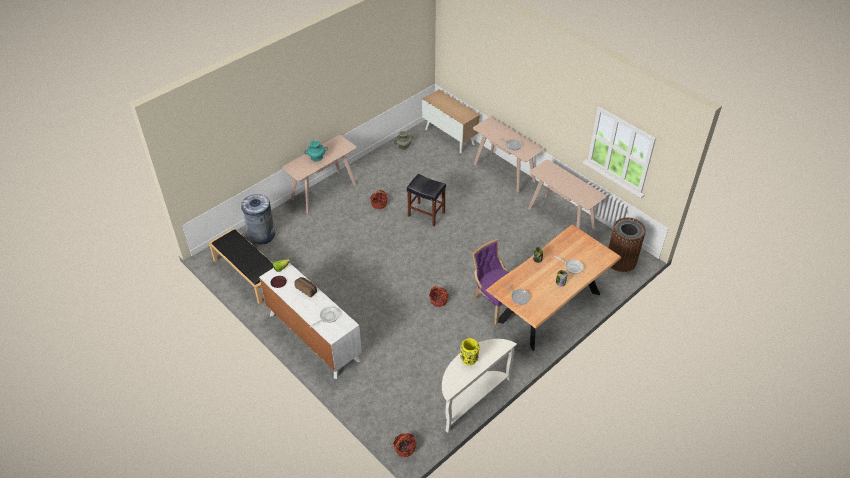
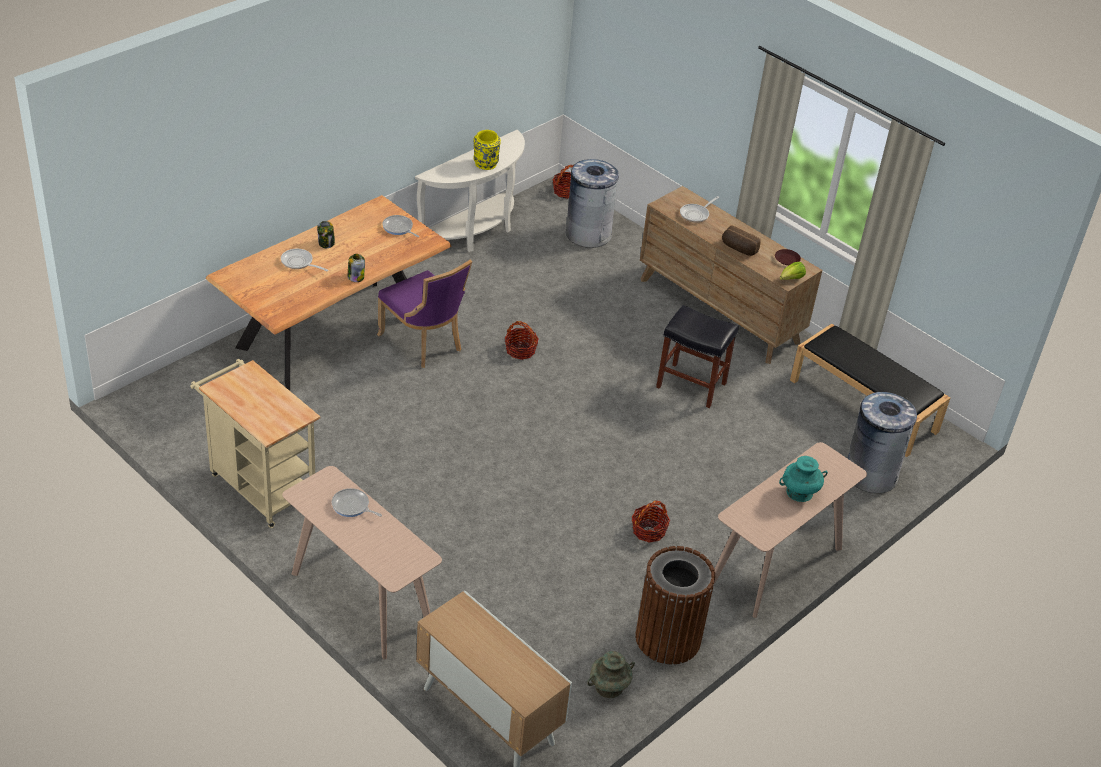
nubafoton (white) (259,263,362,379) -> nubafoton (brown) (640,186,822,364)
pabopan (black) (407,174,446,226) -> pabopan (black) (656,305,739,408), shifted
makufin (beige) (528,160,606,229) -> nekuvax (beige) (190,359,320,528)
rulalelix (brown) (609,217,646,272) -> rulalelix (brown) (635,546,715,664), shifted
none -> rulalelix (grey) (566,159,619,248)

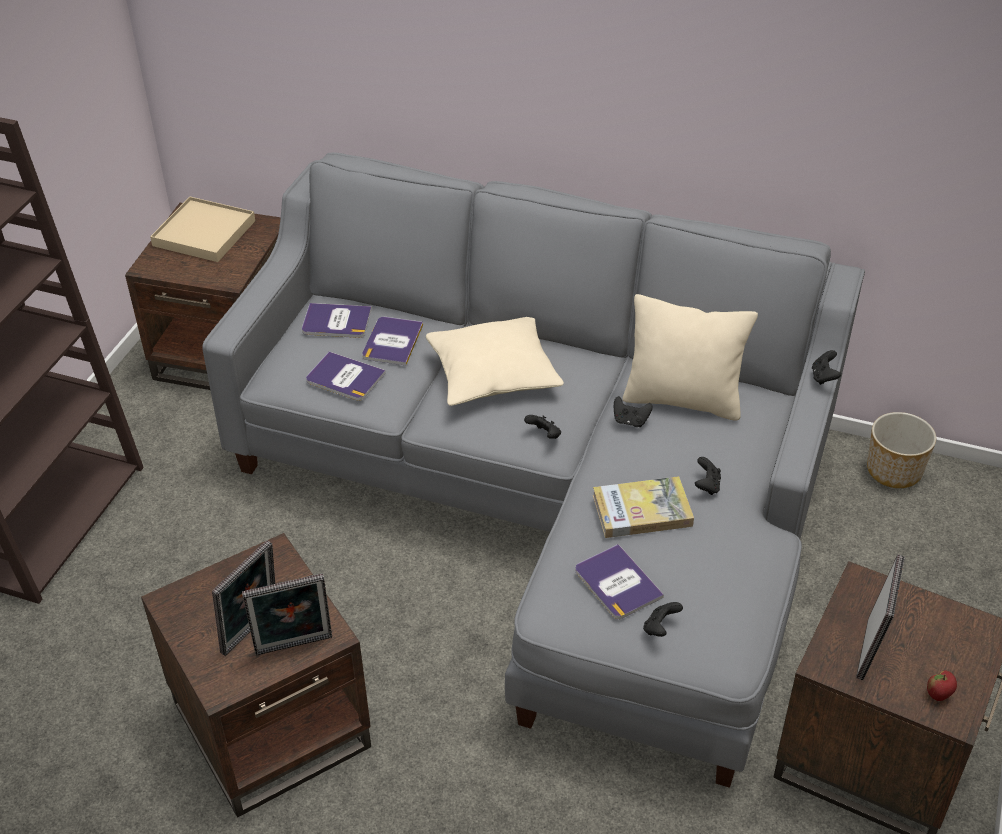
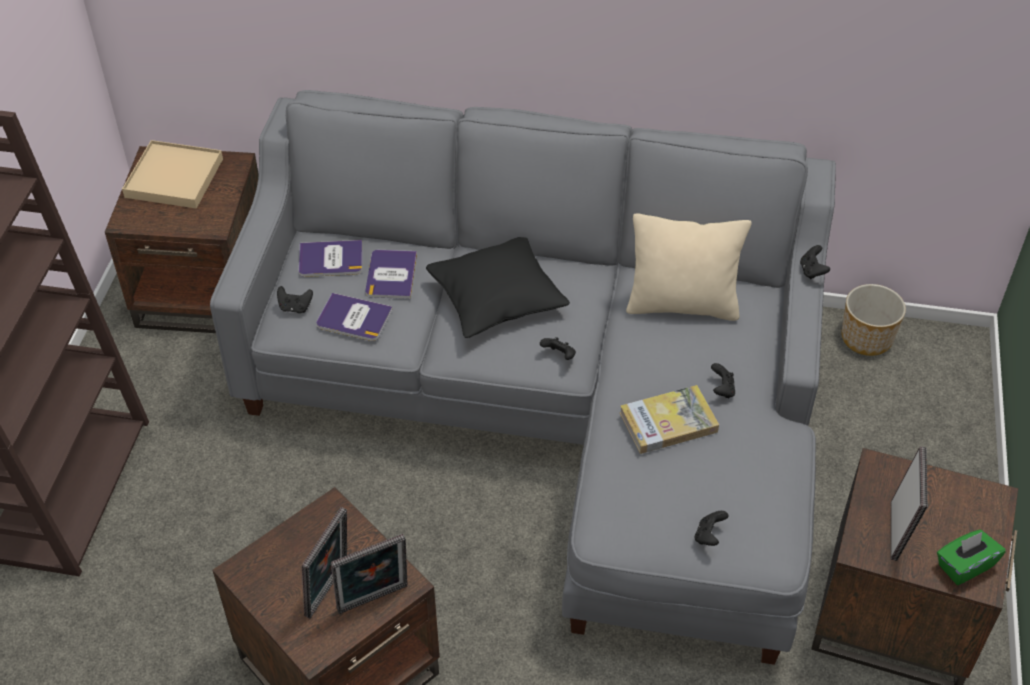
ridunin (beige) (426,317,564,406) -> ridunin (black) (426,237,570,338)
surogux (575,544,664,619) -> none
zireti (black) (614,396,653,427) -> zireti (black) (277,286,313,313), shifted
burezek (927,670,957,701) -> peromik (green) (937,530,1006,585)

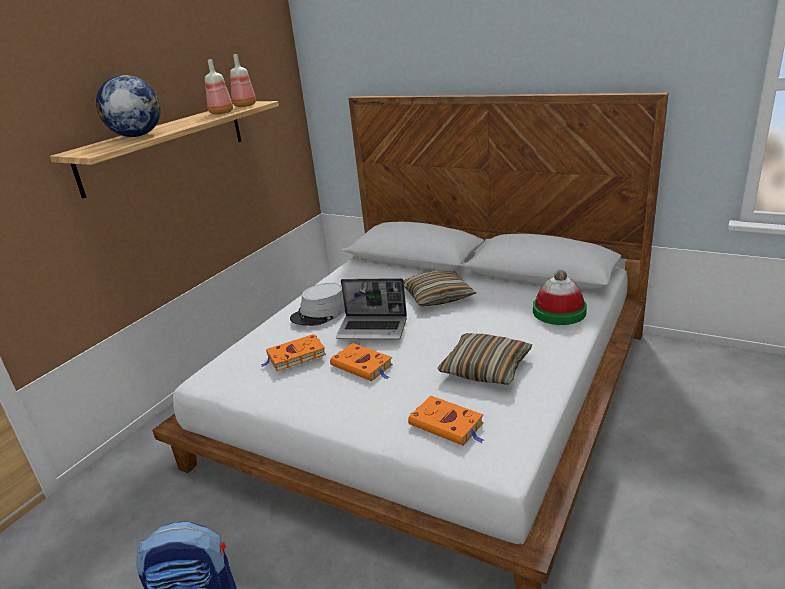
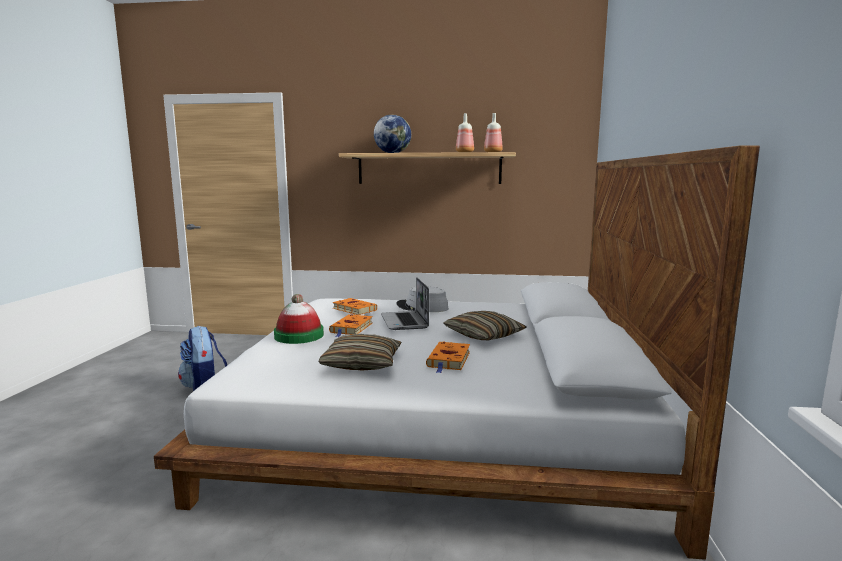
surogux (orange) (408,396,484,446) -> surogux (orange) (426,342,470,373), shifted
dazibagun (533,270,587,325) -> dazibagun (274,294,324,344), shifted

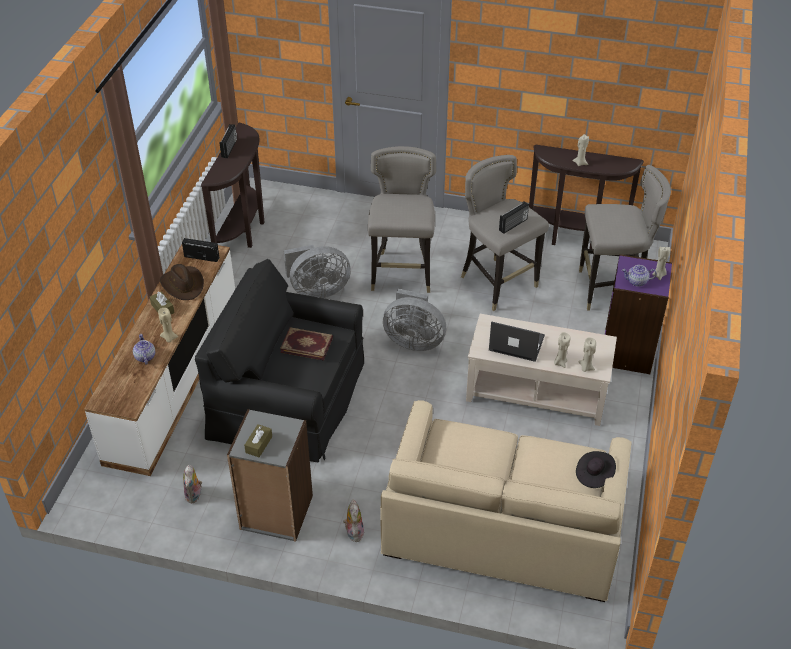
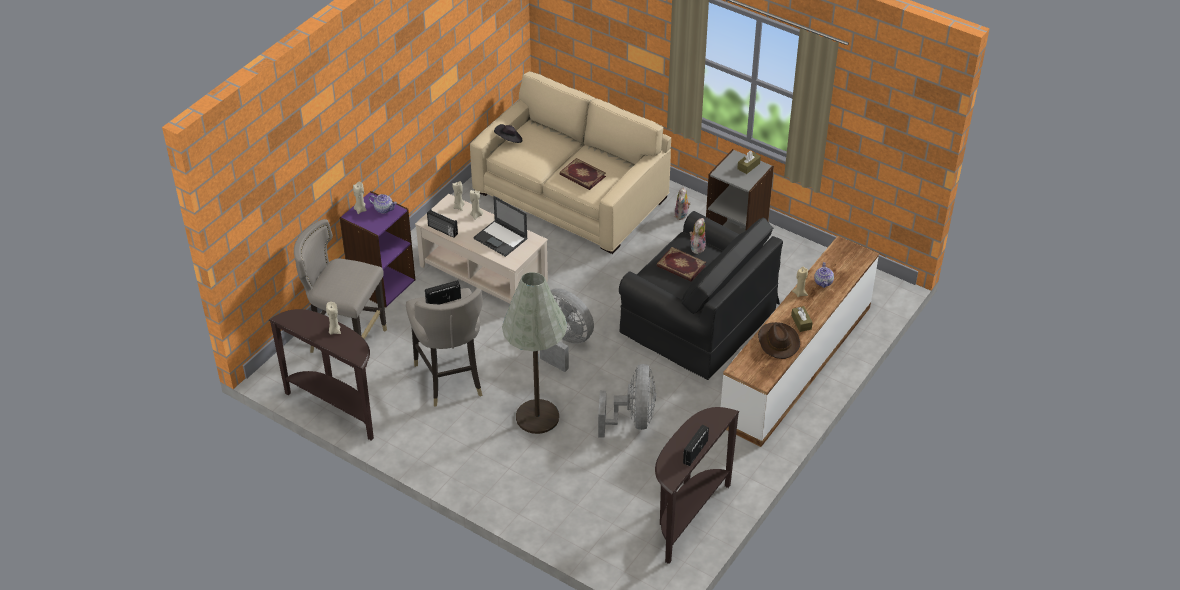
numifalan (182,238,220,262) -> numifalan (427,209,458,238), shifted
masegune (183,465,202,503) -> masegune (690,218,706,254), shifted
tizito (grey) (284,245,351,298) -> tizito (grey) (598,364,656,438), 90 degrees clockwise
pabopan (grey) (368,146,436,293) -> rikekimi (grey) (502,272,567,434)
none -> surogux (560,158,606,190)

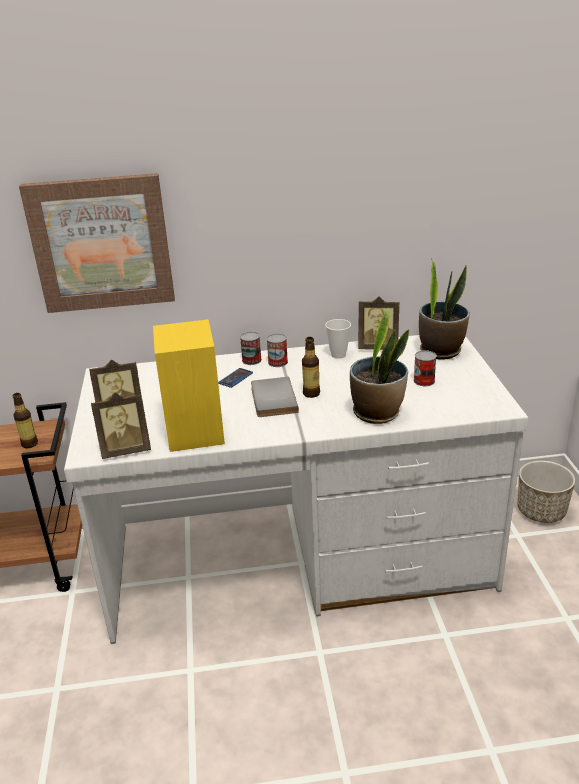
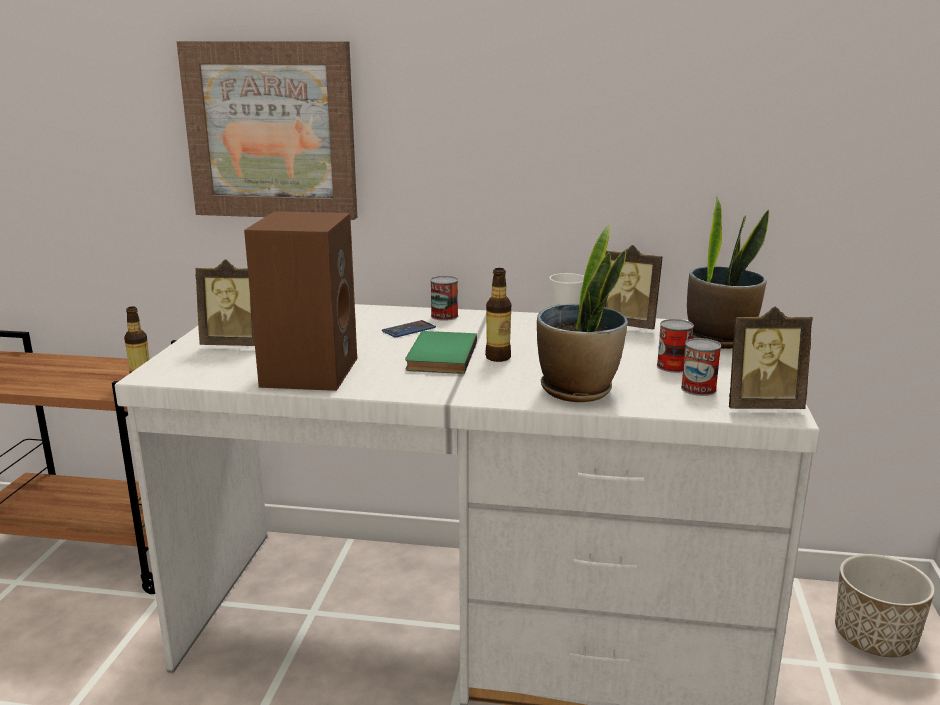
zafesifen (91,393,151,459) -> zafesifen (729,306,813,409), shifted
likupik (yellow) (153,319,225,452) -> likupik (brown) (244,211,357,391)
surogux (grey) (251,377,299,417) -> surogux (green) (405,331,477,374)
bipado (267,334,288,367) -> bipado (681,338,721,396), shifted

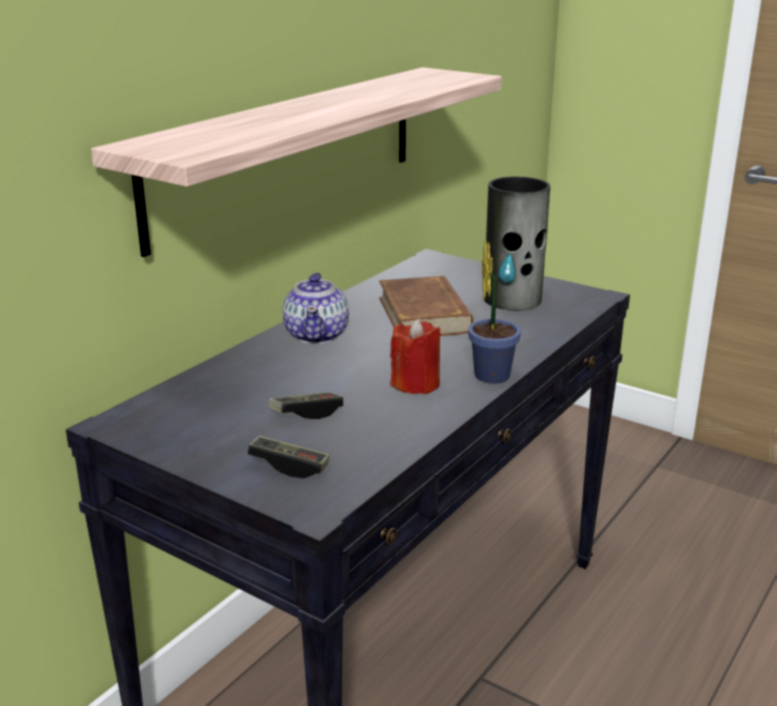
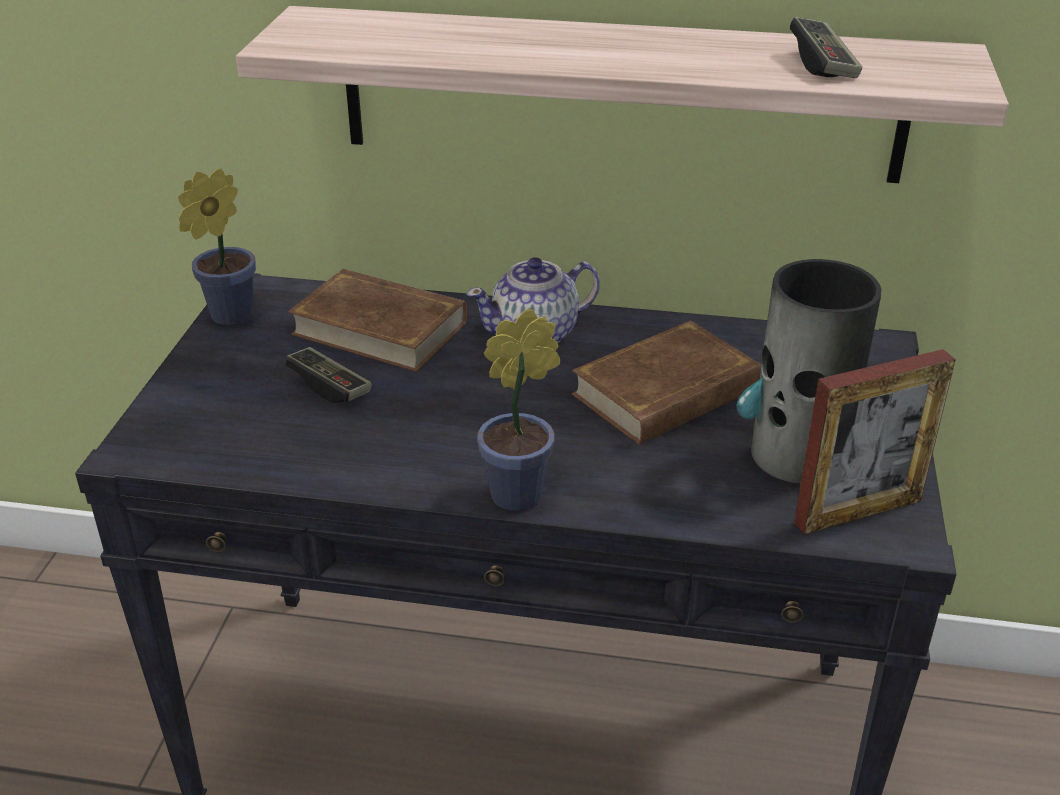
zireti (248,435,330,478) -> zireti (790,17,862,78), shifted
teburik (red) (390,318,441,394) -> none
none -> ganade (178,169,256,325)
none -> surogux (brown) (288,269,467,372)
none -> zafesifen (794,349,956,534)

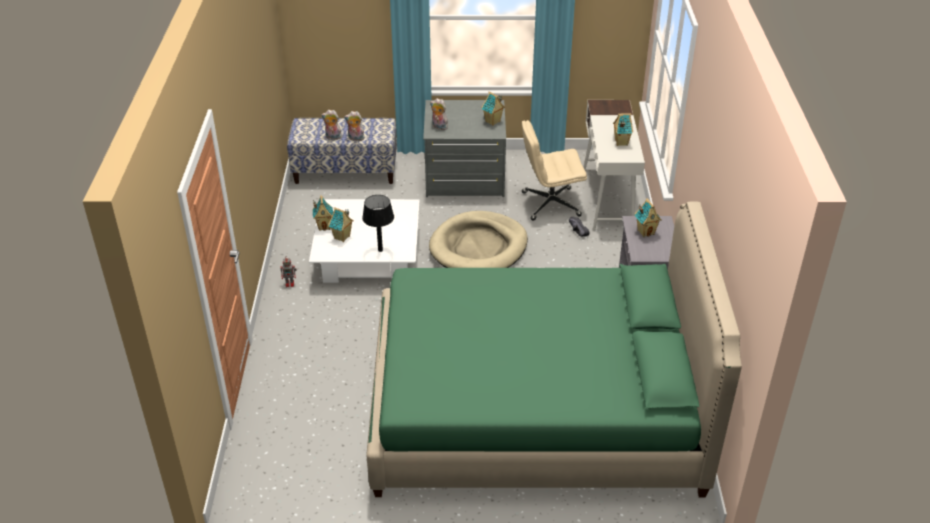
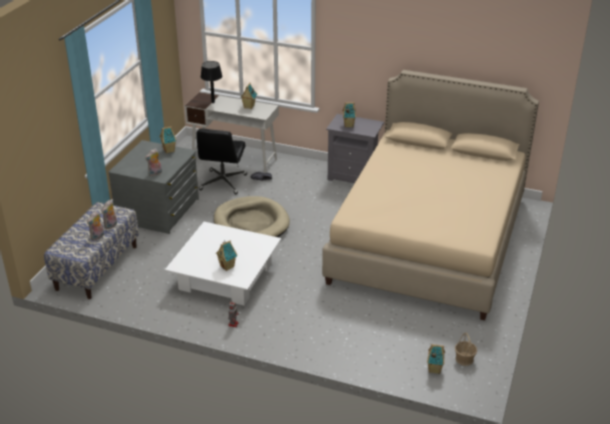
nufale (313,195,333,231) -> nufale (427,344,445,374), shifted
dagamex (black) (362,195,394,252) -> dagamex (black) (201,61,222,103), shifted
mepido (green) (366,201,742,497) -> mepido (beige) (322,70,539,320)
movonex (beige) (522,120,587,221) -> movonex (black) (196,129,247,194)
none -> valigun (455,333,477,366)

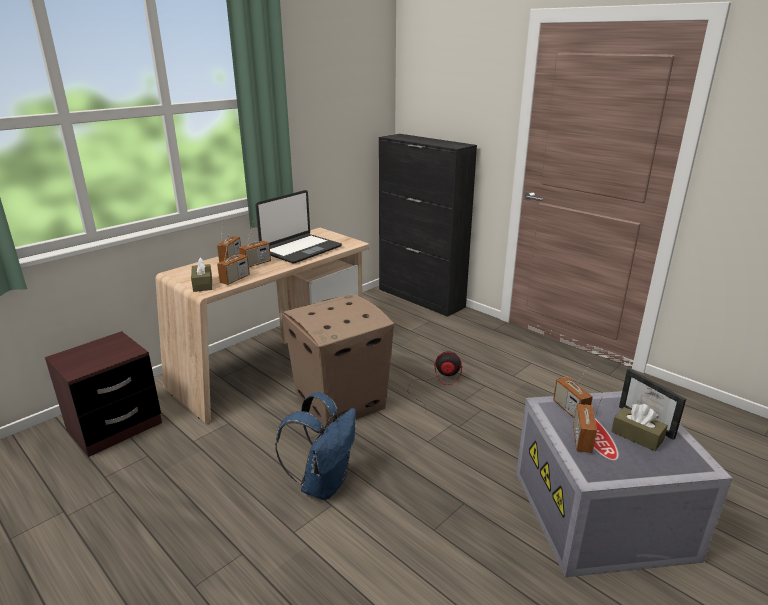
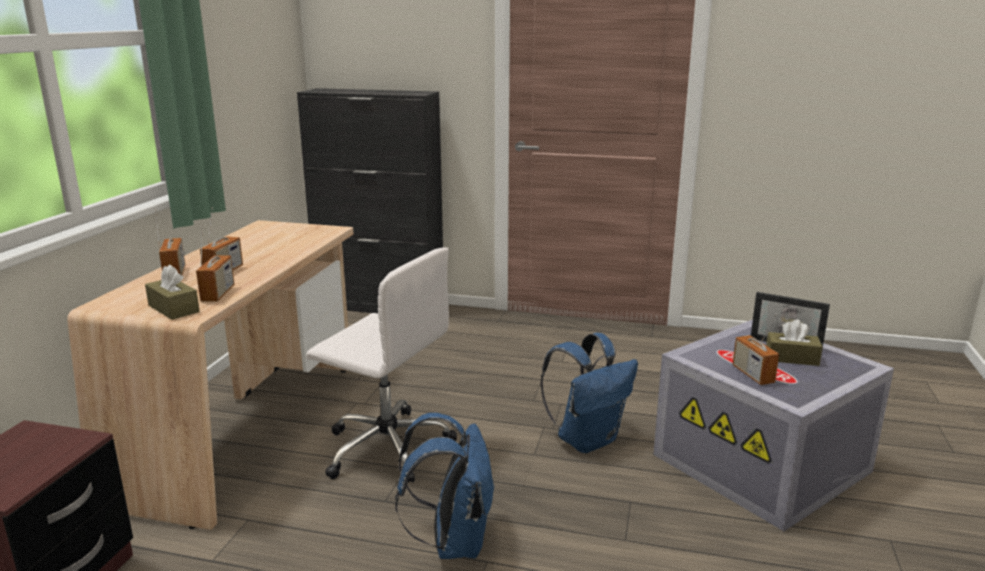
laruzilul (255,190,342,264) -> none
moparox (282,294,394,428) -> movonex (white) (306,247,457,484)
tizito (408,351,462,414) -> none
numifalan (553,364,593,418) -> none
none -> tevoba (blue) (540,333,638,453)

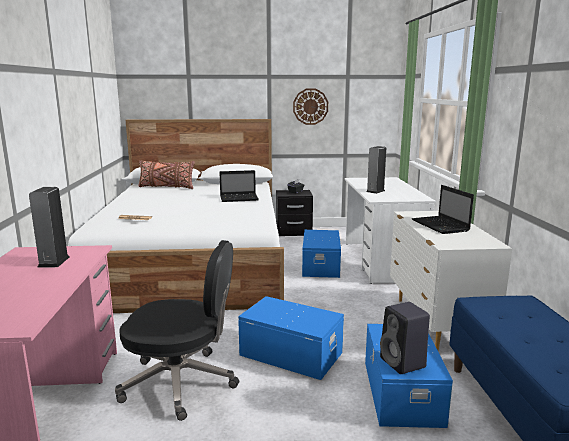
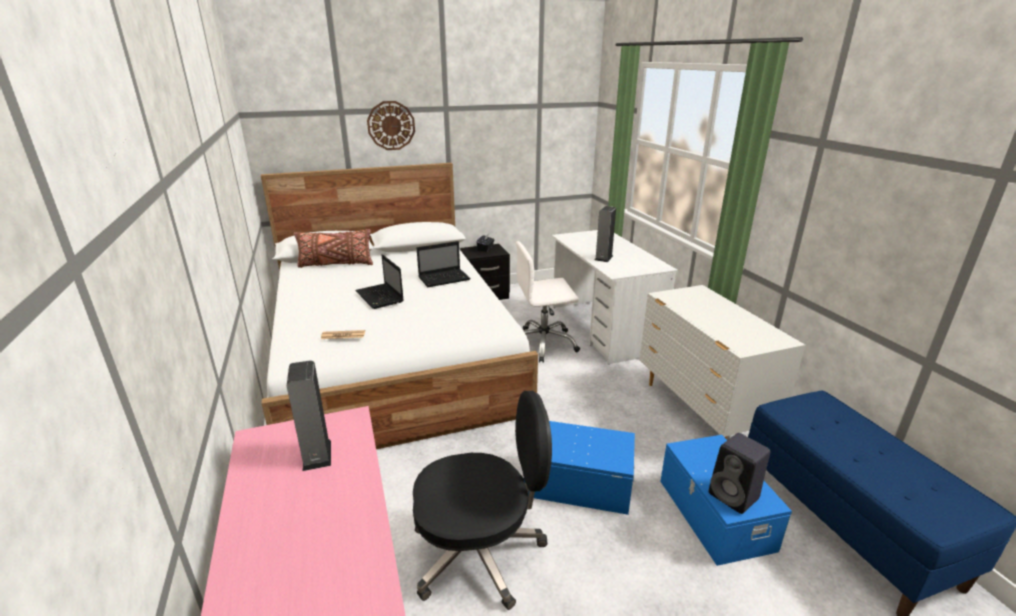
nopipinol (293,88,328,125) -> nopipinol (367,101,415,150), shifted
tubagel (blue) (302,230,342,278) -> movonex (white) (516,241,580,363)
laruzilul (412,185,474,234) -> laruzilul (355,254,404,309), shifted

